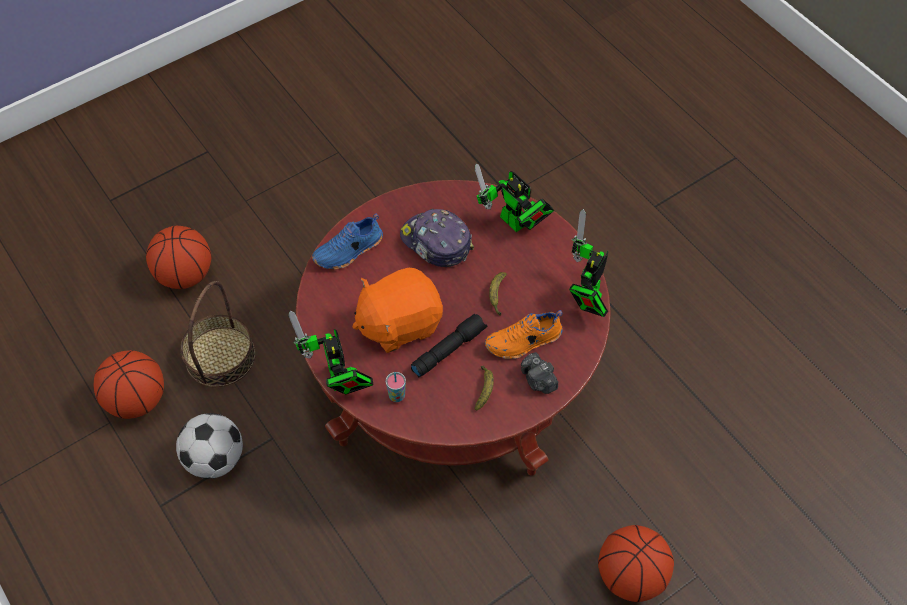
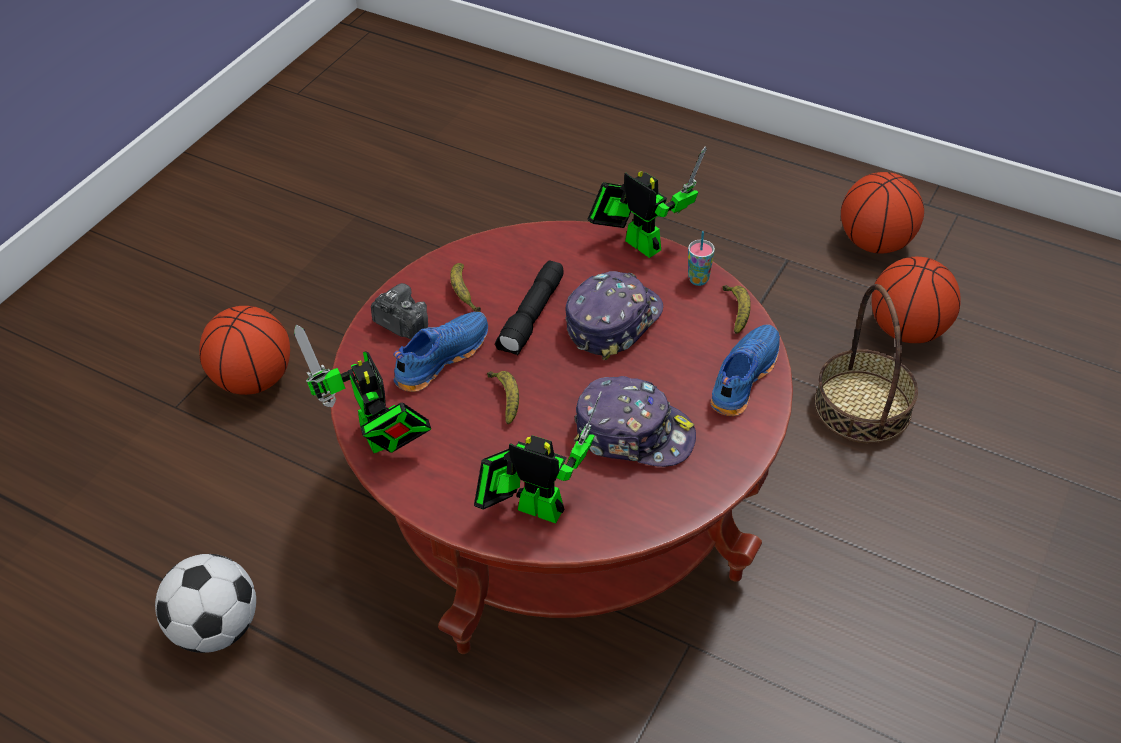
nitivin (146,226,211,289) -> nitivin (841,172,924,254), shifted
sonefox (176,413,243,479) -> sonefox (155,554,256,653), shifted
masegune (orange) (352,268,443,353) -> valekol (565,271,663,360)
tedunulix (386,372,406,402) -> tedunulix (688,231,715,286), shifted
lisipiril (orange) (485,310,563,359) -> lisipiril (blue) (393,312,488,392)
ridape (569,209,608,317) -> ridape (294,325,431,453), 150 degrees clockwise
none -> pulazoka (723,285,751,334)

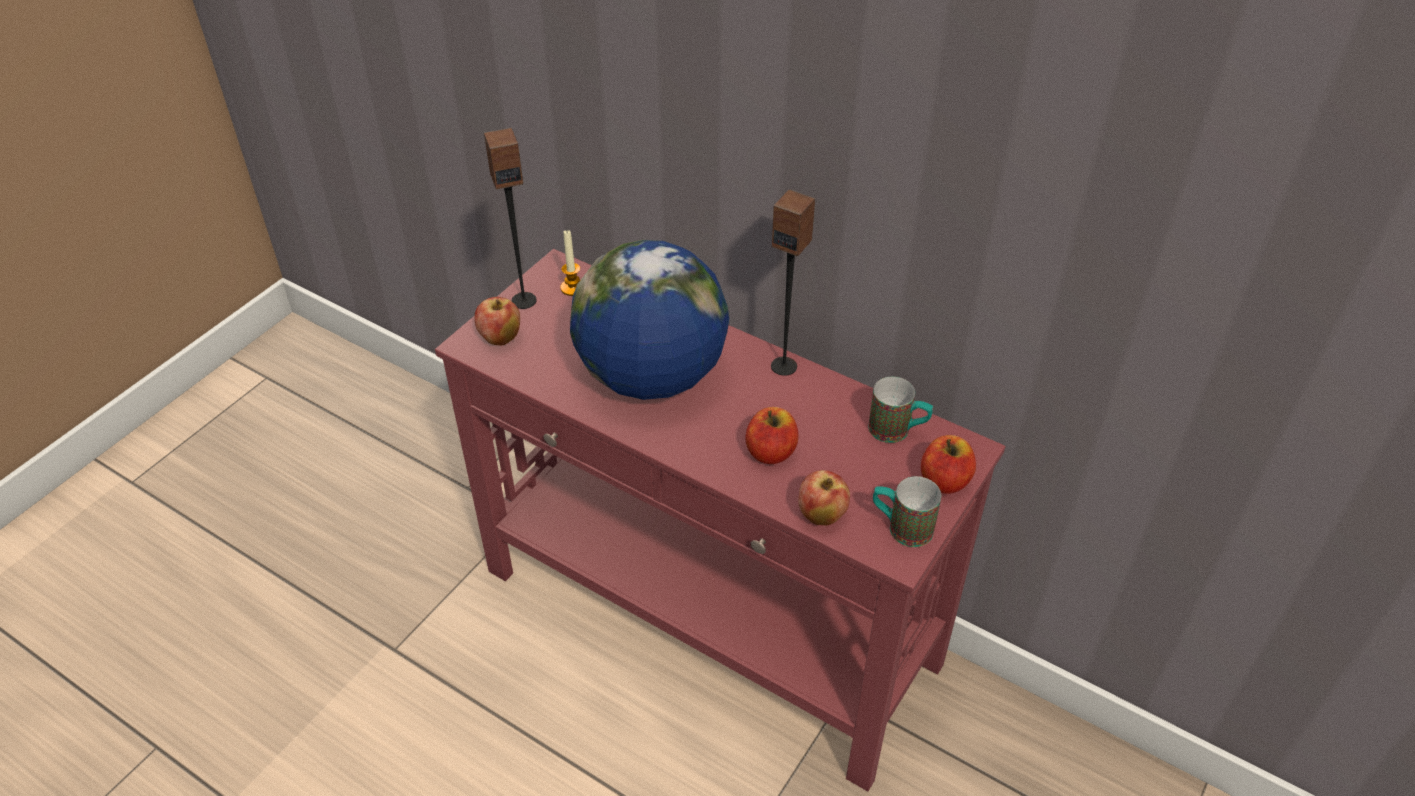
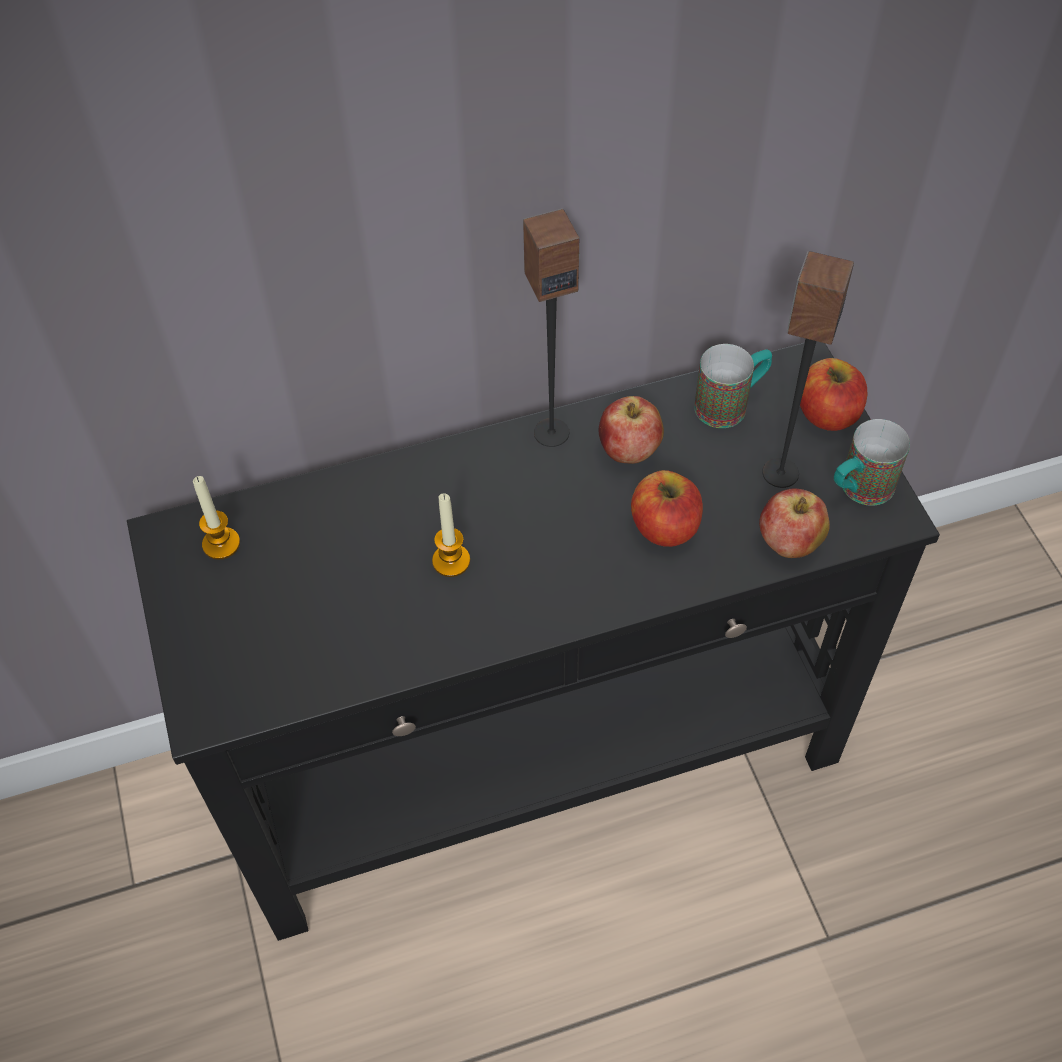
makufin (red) (435,249,1006,792) -> makufin (black) (127,341,940,941)
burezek (474,297,520,345) -> burezek (599,396,664,464), shifted
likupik (484,128,537,309) -> likupik (762,251,854,488), shifted
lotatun (570,240,729,400) -> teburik (432,493,470,577)

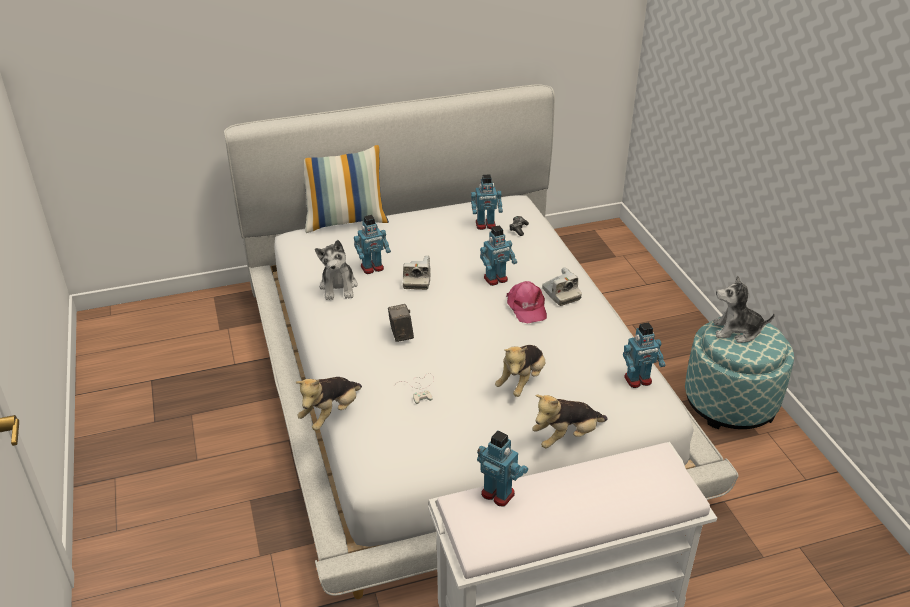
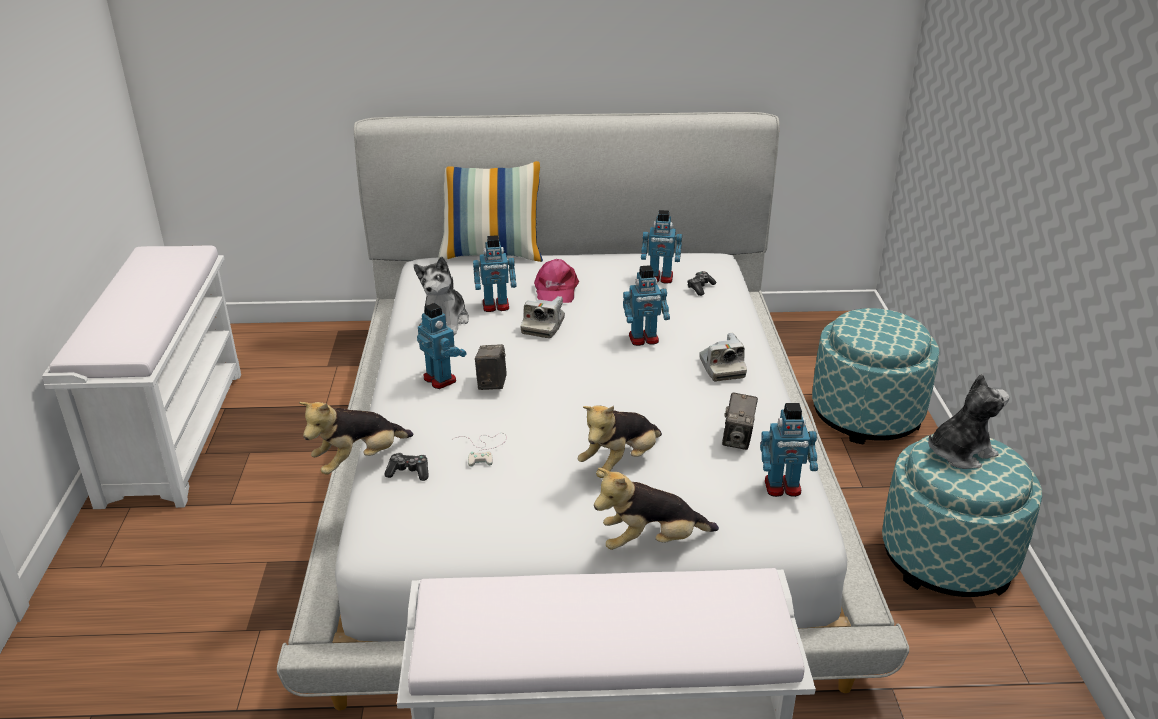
ridape (477,430,528,507) -> ridape (417,303,467,389), shifted
valekol (pink) (506,281,547,323) -> valekol (pink) (534,259,579,303), shifted
masegune (714,276,775,343) -> masegune (928,374,1009,469), 135 degrees clockwise
none -> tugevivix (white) (42,245,241,509)
none -> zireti (384,453,429,481)
none -> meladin (722,392,758,450)
none -> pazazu (812,308,939,445)

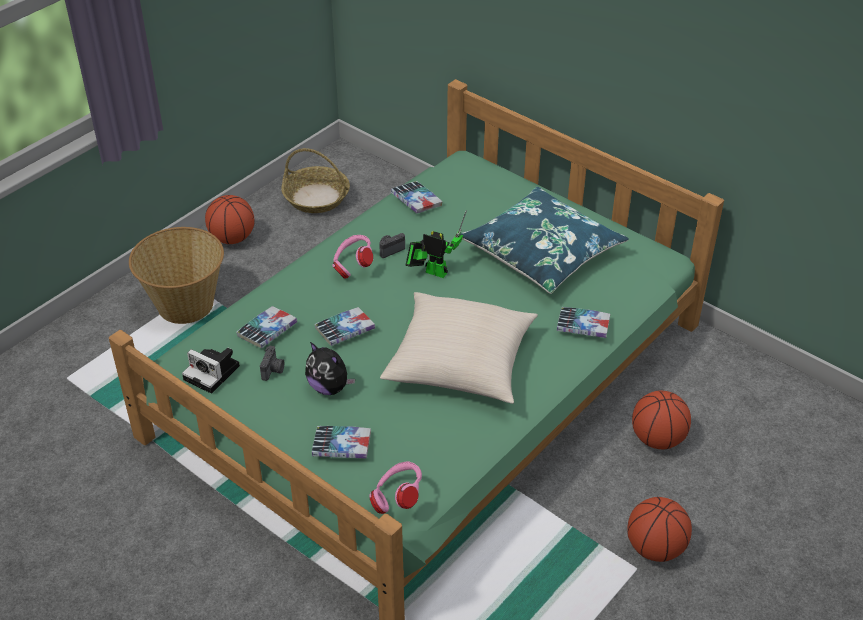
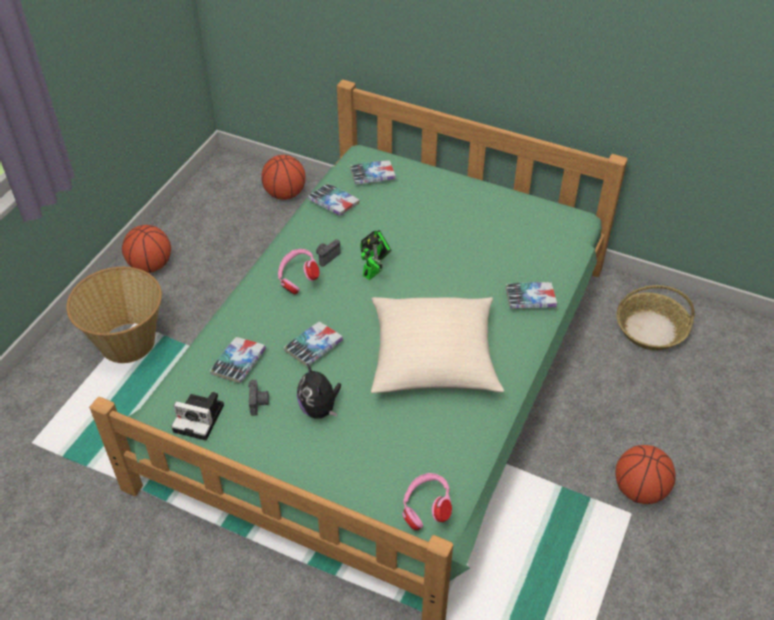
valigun (281,148,350,213) -> valigun (617,285,695,350), shifted
masegune (305,342,355,395) -> masegune (297,364,341,419), 45 degrees clockwise
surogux (312,426,371,459) -> surogux (350,160,396,185), shifted
ridape (406,210,467,278) -> ridape (361,230,392,280), 120 degrees clockwise
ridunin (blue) (460,187,629,294) -> none
nitivin (632,391,691,449) -> nitivin (261,155,306,200), shifted

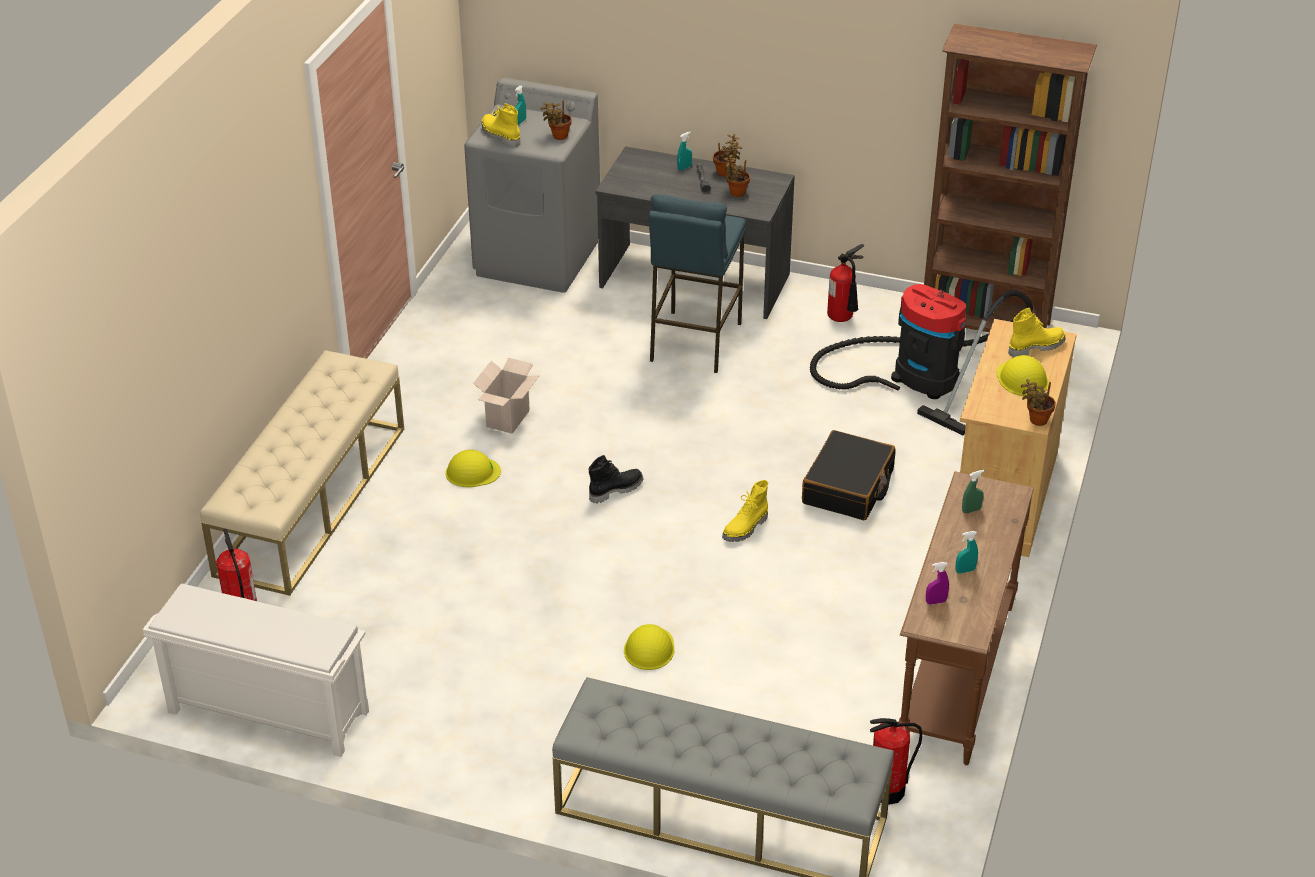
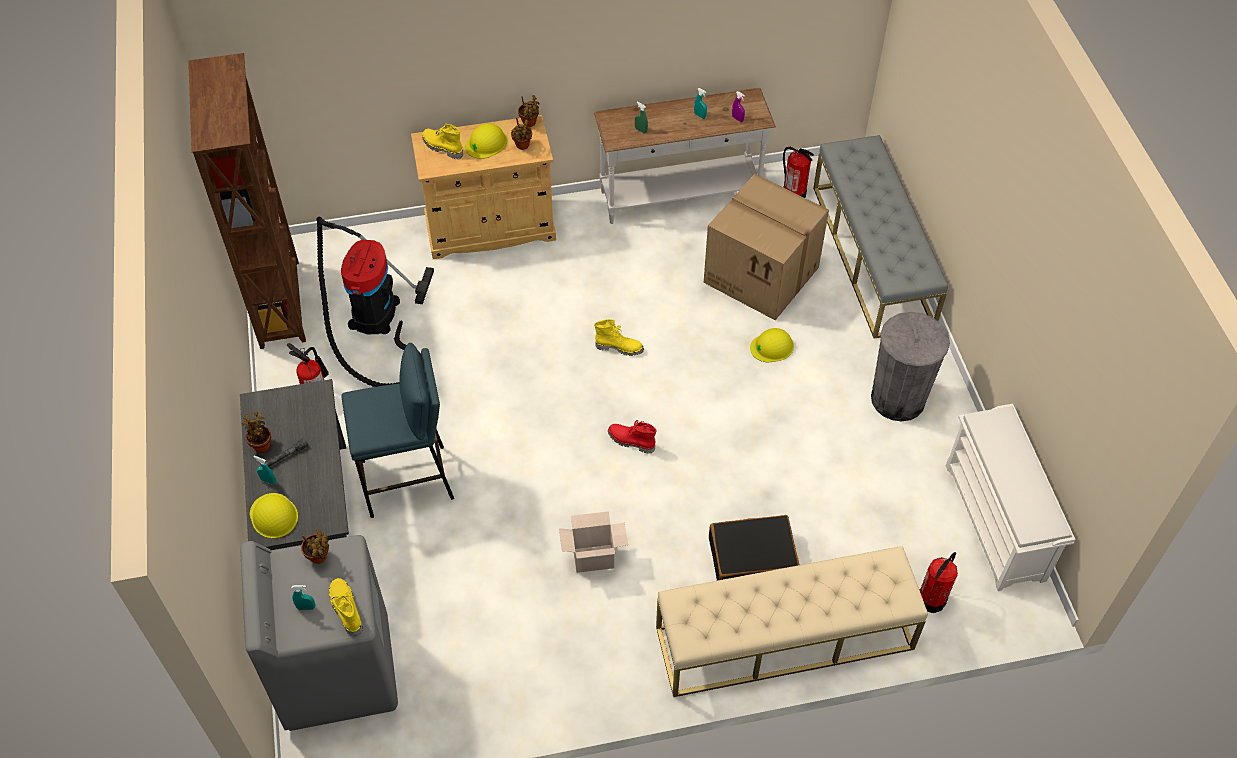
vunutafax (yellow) (445,450,501,487) -> vunutafax (yellow) (250,493,298,538), shifted
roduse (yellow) (482,103,520,147) -> roduse (yellow) (329,578,363,637), 135 degrees clockwise
roduse (black) (588,455,643,504) -> roduse (red) (608,420,656,454)
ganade (724,155,750,197) -> ganade (511,118,532,150), shifted
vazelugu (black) (802,430,896,520) -> vazelugu (black) (709,515,799,581), shifted
makufin (brown) (899,471,1034,765) -> makufin (white) (594,88,776,224)
none -> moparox (704,174,829,320)
none -> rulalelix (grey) (871,312,950,422)

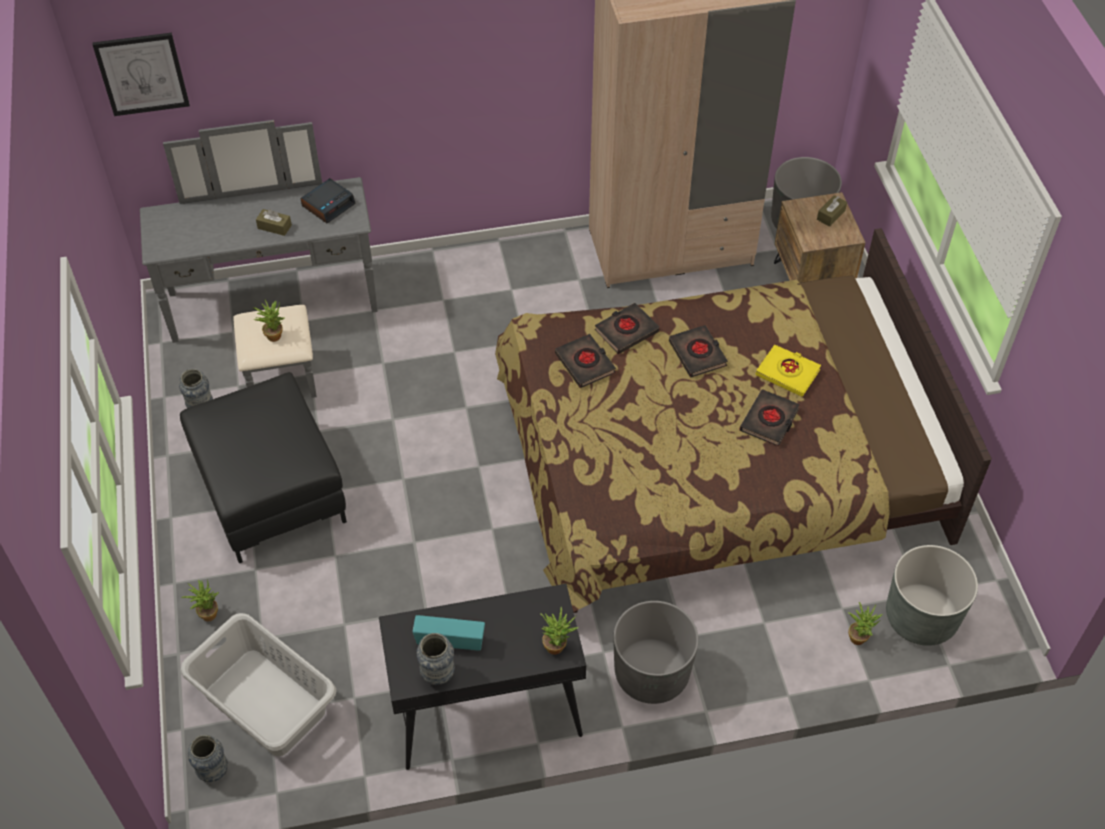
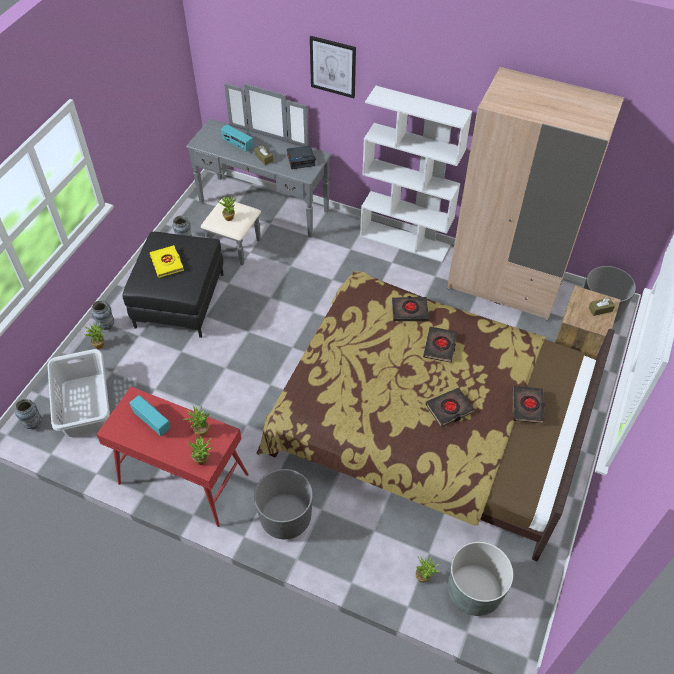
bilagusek (92,33,190,116) -> bilagusek (310,36,356,98), shifted
makufin (black) (379,584,586,770) -> makufin (red) (96,387,249,527)
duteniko (416,633,455,685) -> duteniko (92,300,114,330), shifted
surogux (black) (555,334,616,388) -> surogux (black) (512,386,545,424), shifted
surogux (yellow) (755,344,821,397) -> surogux (yellow) (150,245,184,278), shifted
none -> ganade (183,406,210,437)
none -> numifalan (221,124,253,152)
none -> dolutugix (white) (360,86,472,262)

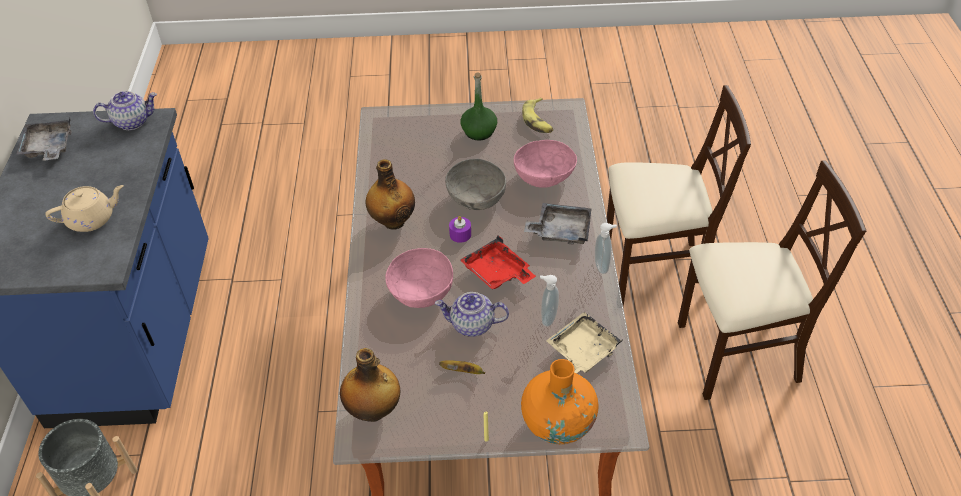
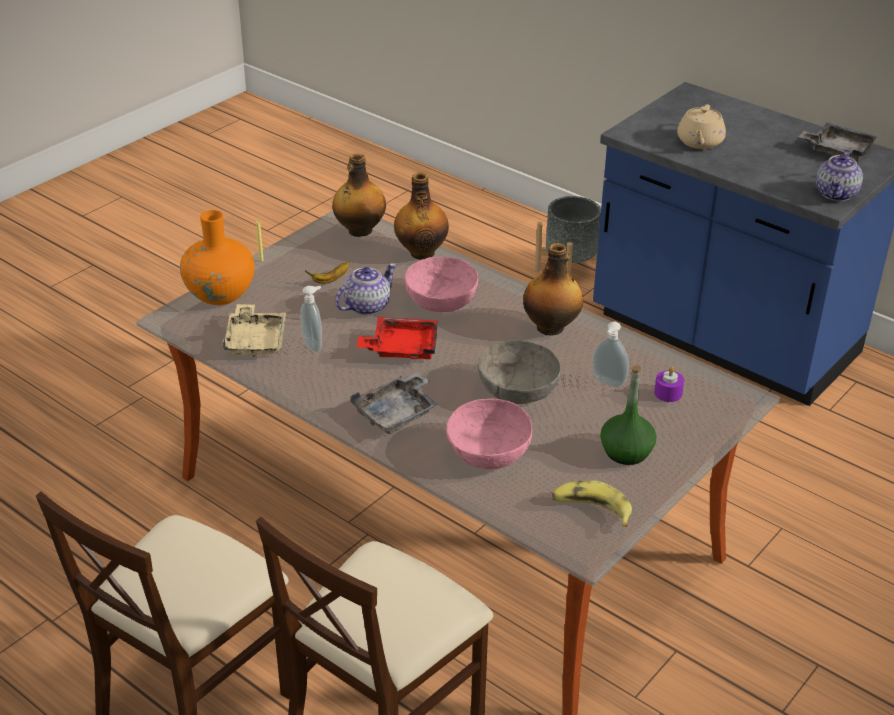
teburik (purple) (449,216,471,243) -> teburik (purple) (654,367,684,402), shifted
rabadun (595,223,617,274) -> rabadun (592,322,629,387), shifted
none -> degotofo (394,172,449,260)

